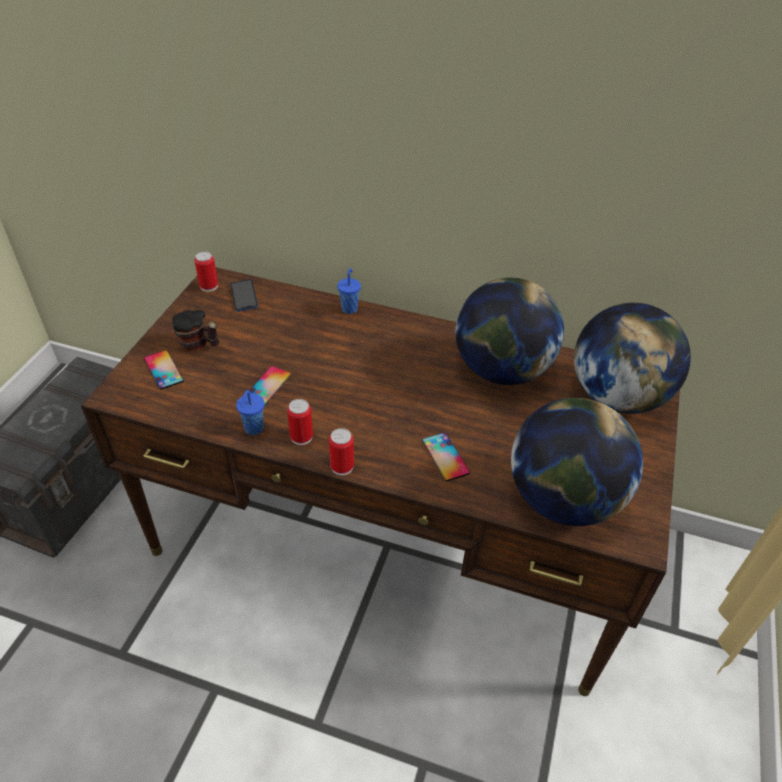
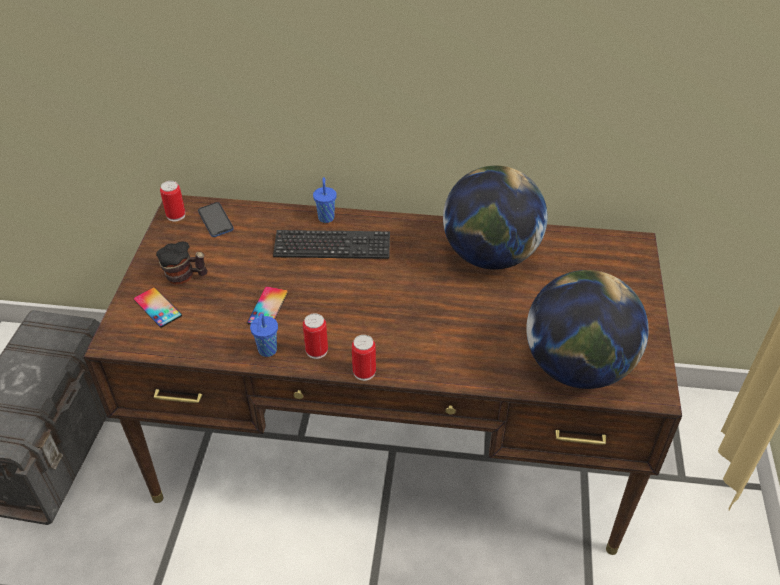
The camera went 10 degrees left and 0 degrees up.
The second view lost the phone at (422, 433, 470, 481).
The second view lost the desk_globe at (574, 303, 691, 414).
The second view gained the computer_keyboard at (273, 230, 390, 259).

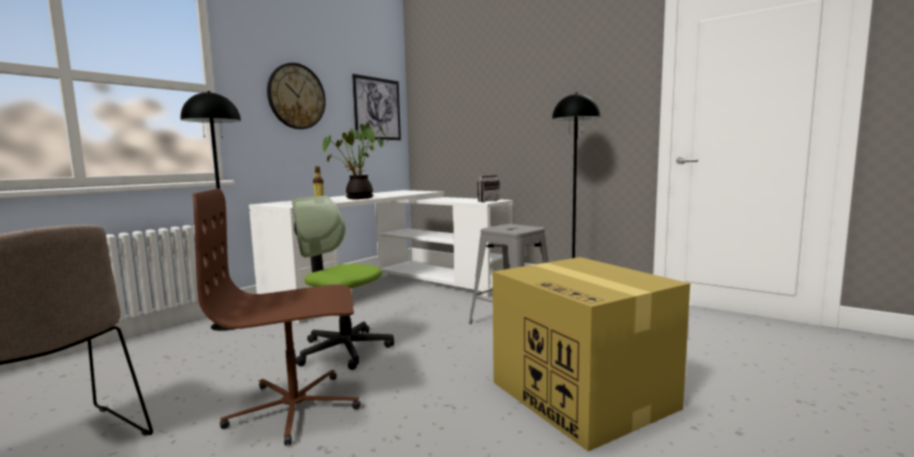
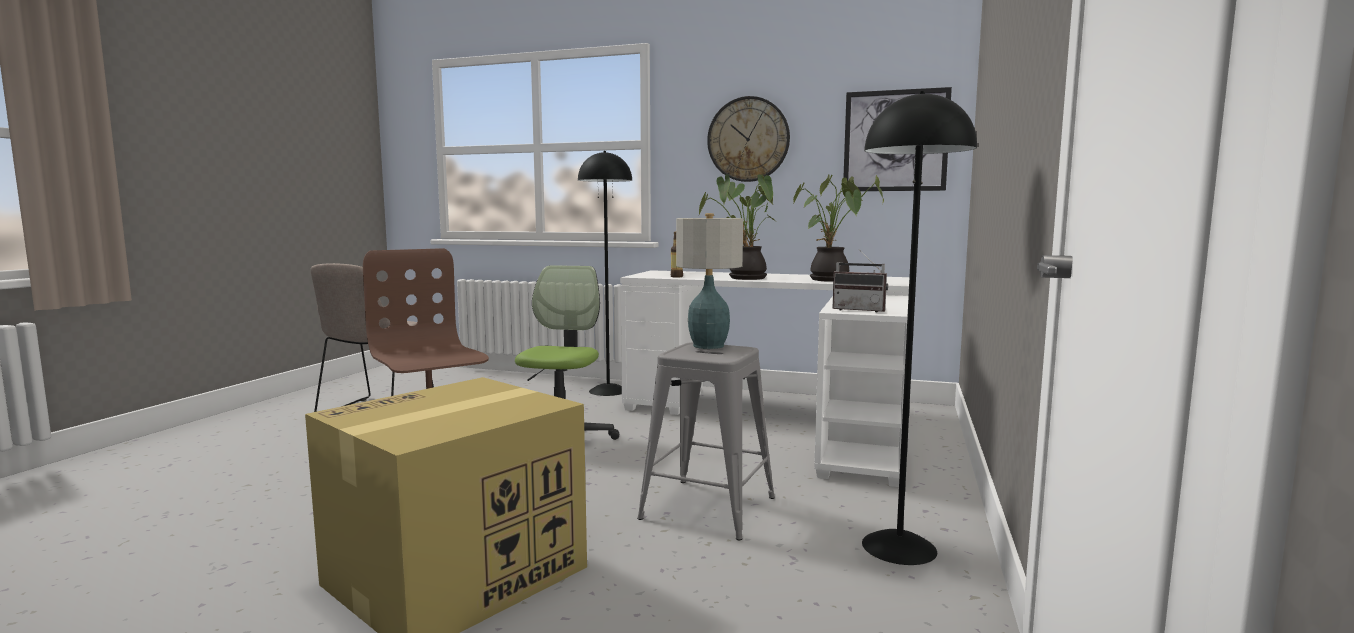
The camera went 70 degrees right and 0 degrees up.
The second view gained the tabletop_lamp at (676, 213, 743, 349).
The second view gained the plant_in_a_pot at (793, 175, 884, 282).

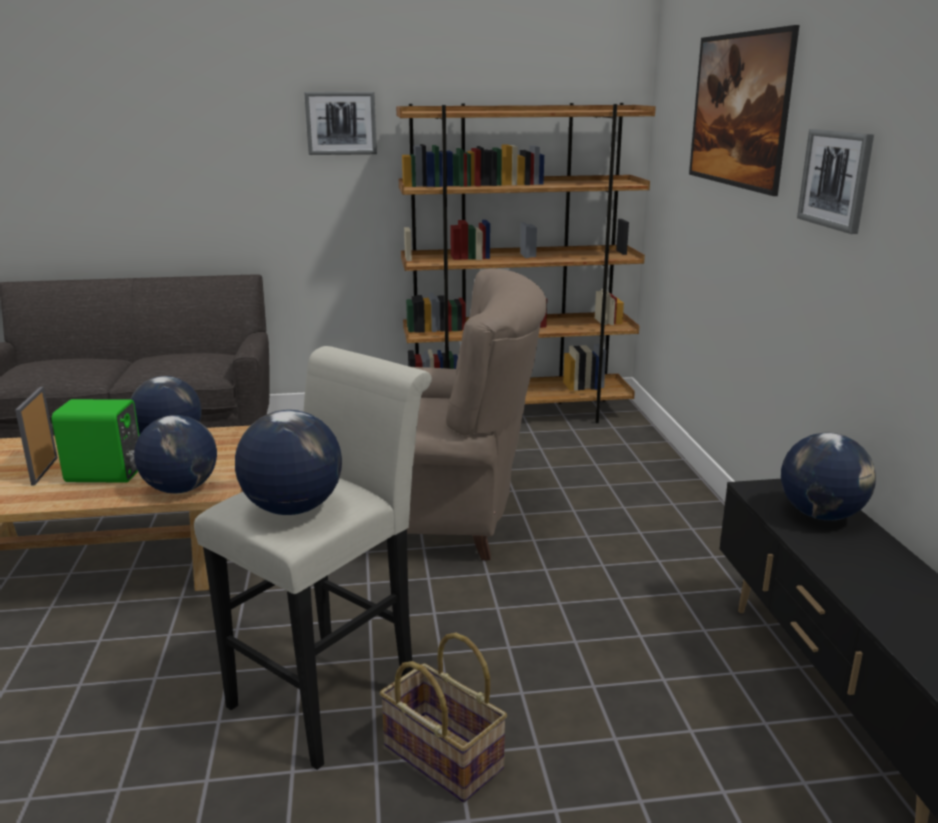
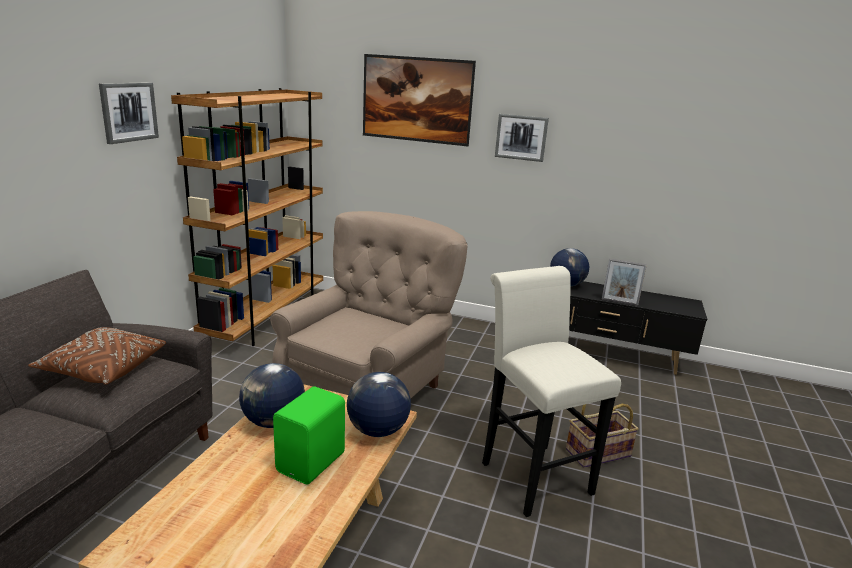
The camera went 65 degrees left and 0 degrees up.
The second view lost the desk_globe at (235, 410, 342, 515).
The second view gained the brown-coloured_cushion at (28, 327, 166, 385).
The standing_frame ended up elsewhere, having gone from (15, 387, 58, 486) to (602, 259, 647, 306).

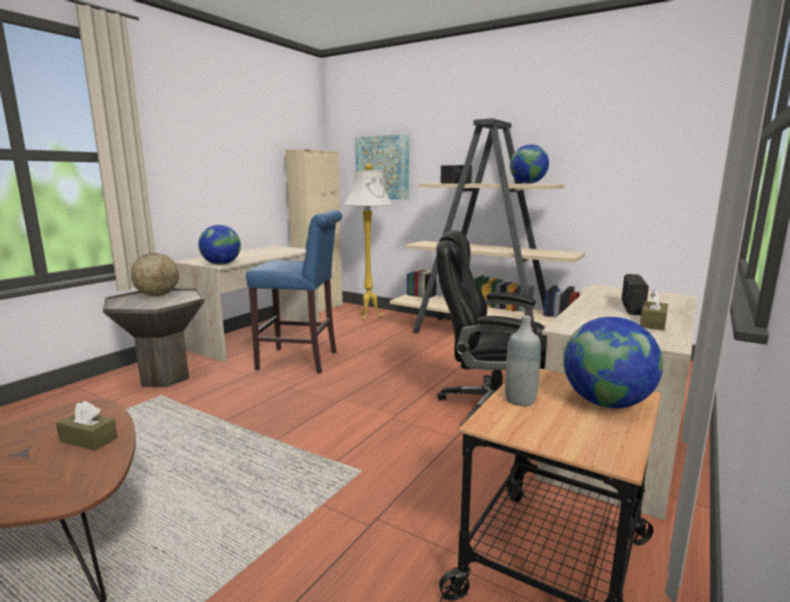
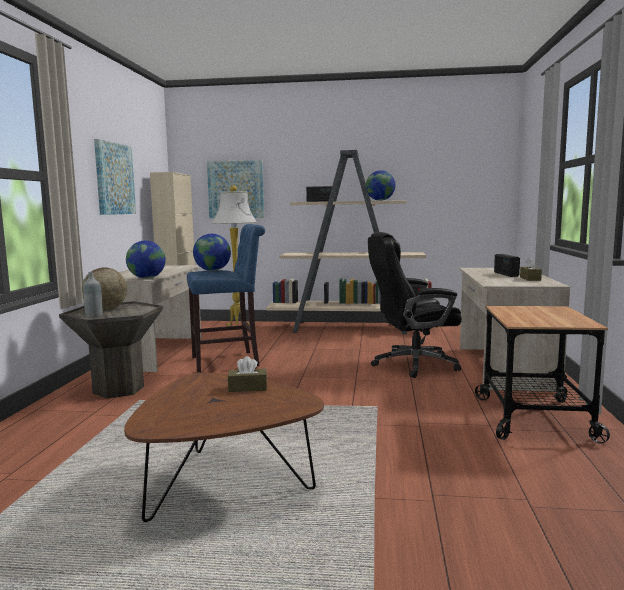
The camera went 25 degrees left and 5 degrees down.
The second view gained the picture at (94, 139, 136, 215).
The gray_bottle ended up elsewhere, having gone from (505, 315, 541, 406) to (83, 272, 103, 318).
The desk_globe ended up elsewhere, having gone from (564, 317, 663, 408) to (193, 234, 231, 271).

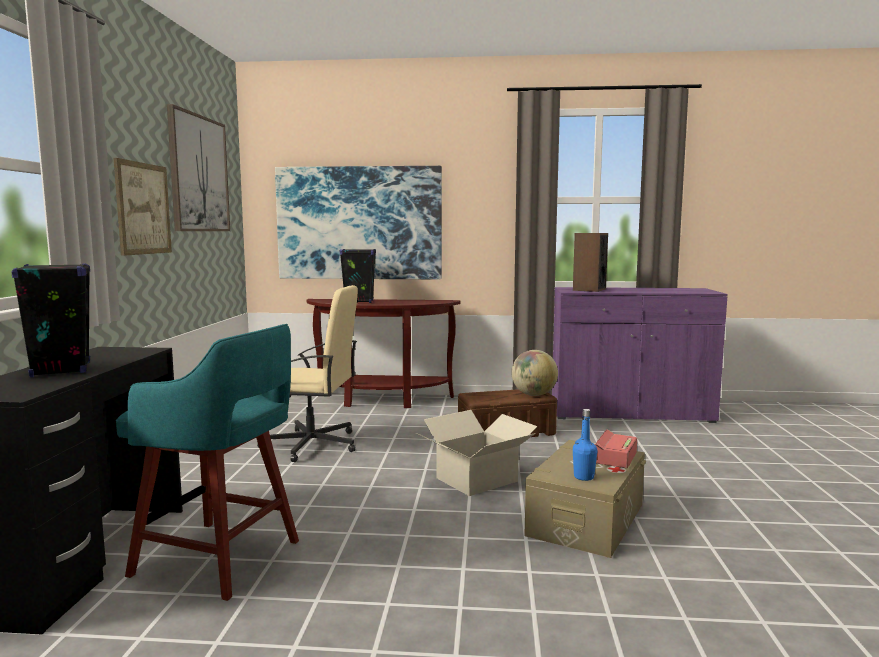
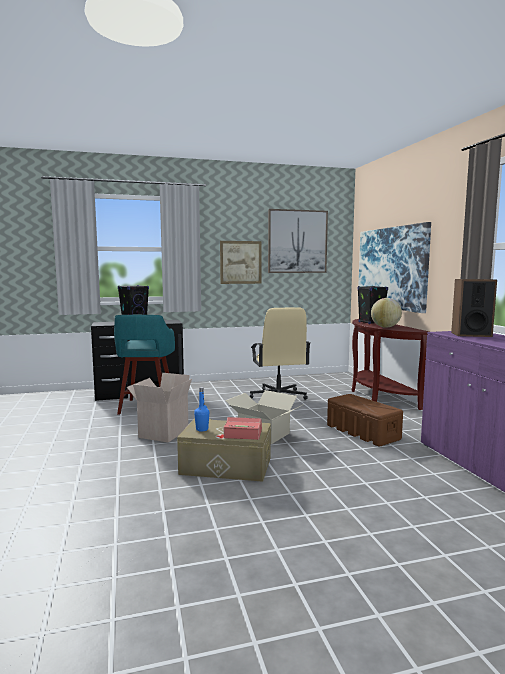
The camera went 70 degrees right and 0 degrees up.
The second view gained the packing_box at (127, 373, 192, 443).
The desk_globe ended up elsewhere, having gone from (511, 350, 558, 396) to (371, 298, 402, 328).

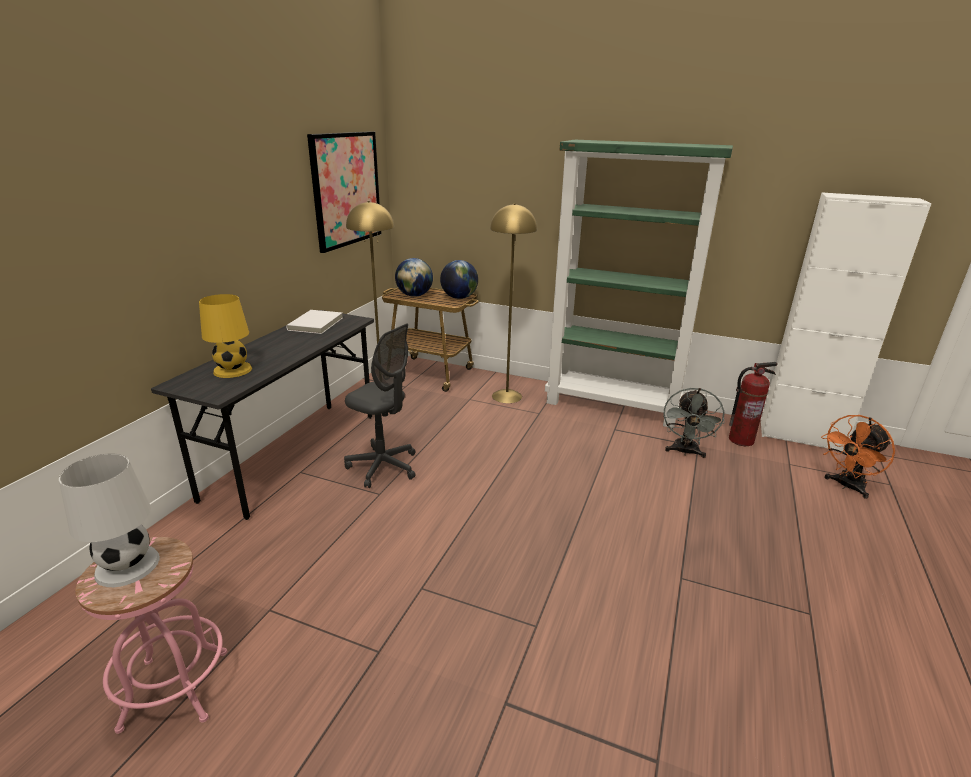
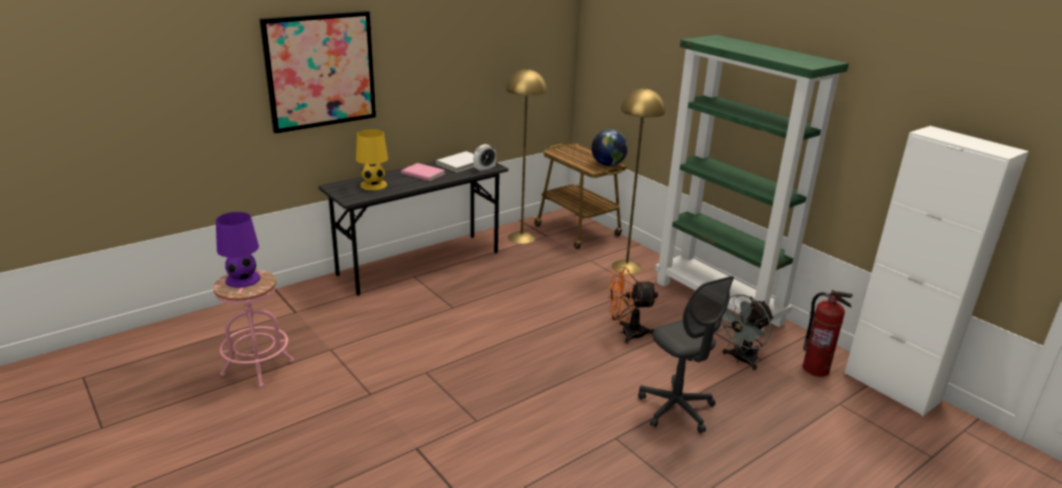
The camera went 30 degrees right and 0 degrees up.
The second view lost the desk_globe at (395, 258, 433, 297).
The second view gained the pink-coloured_book at (401, 163, 445, 181).
The second view gained the table_clock at (473, 144, 496, 172).
The picture ended up elsewhere, having gone from (307, 131, 381, 253) to (259, 11, 376, 134).
The gray_office_chair ended up elsewhere, having gone from (344, 323, 415, 488) to (638, 276, 734, 433).
The orange_electric_fan ended up elsewhere, having gone from (821, 415, 895, 499) to (608, 267, 658, 344).
What was the whitish_tabletop_lamp at (59, 454, 160, 587) turned into the purple_tabletop_lamp at (216, 212, 260, 288).

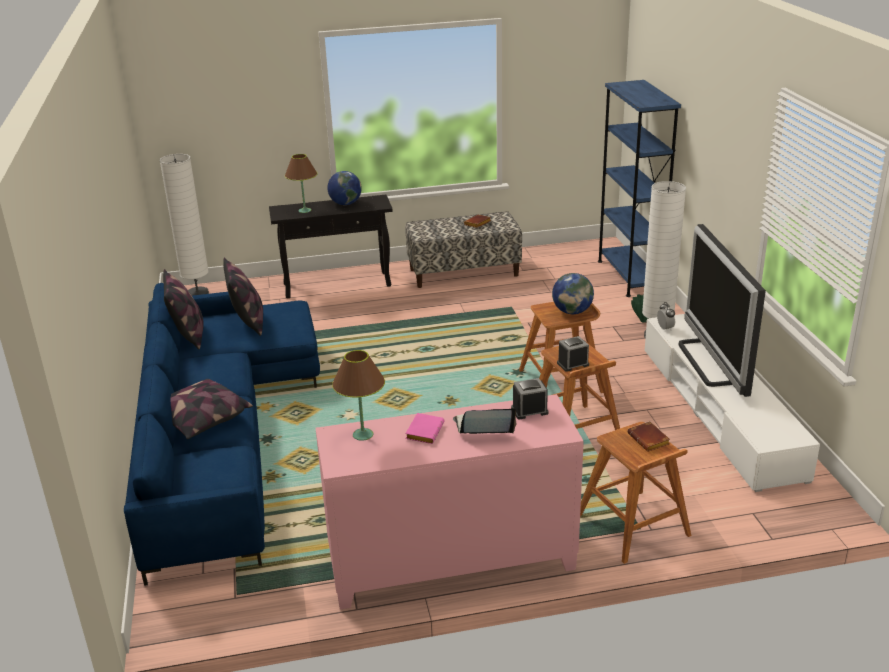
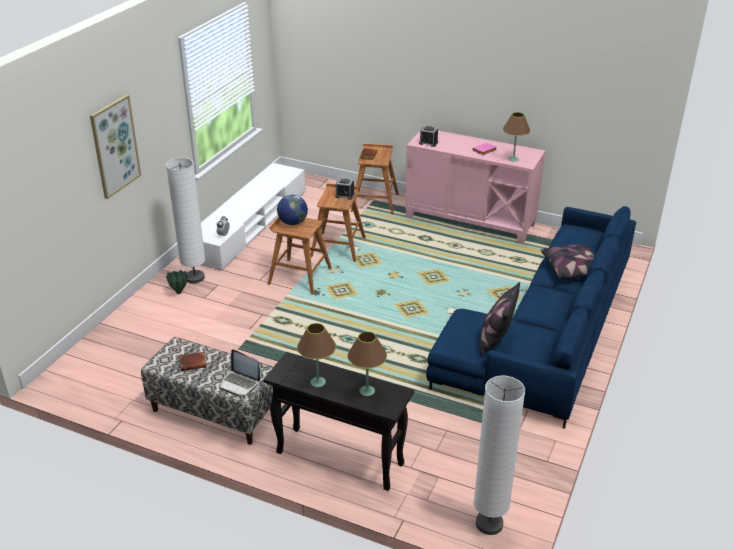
The camera went 145 degrees left and 5 degrees up.
The second view lost the cushion at (163, 269, 204, 350).
The second view lost the bluish_shelving_unit at (598, 80, 681, 297).
The second view lost the TV_set at (678, 224, 766, 397).
The second view gained the picture at (90, 95, 141, 199).
The laptop ended up elsewhere, having gone from (453, 408, 516, 434) to (219, 349, 260, 395).
Where the desk_globe stood at (327, 171, 362, 205), the brown-coloured_tabletop_lamp came to stand at (297, 323, 336, 387).

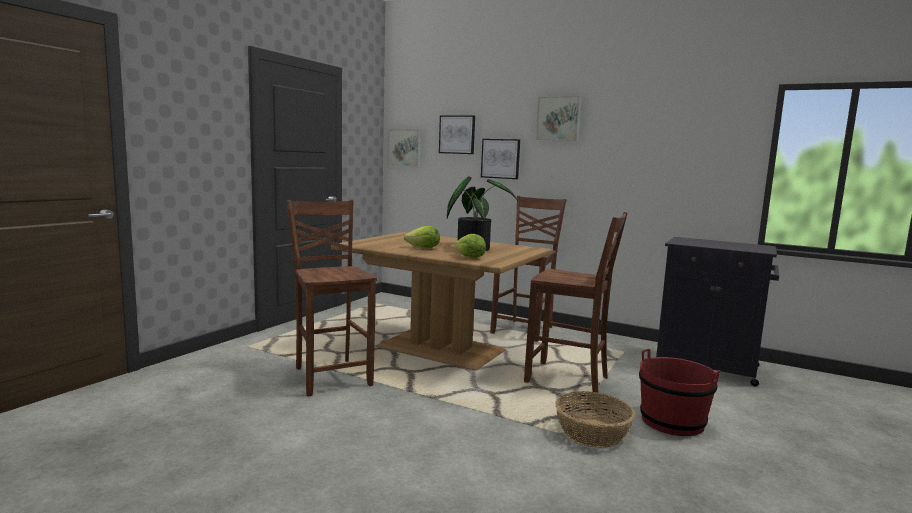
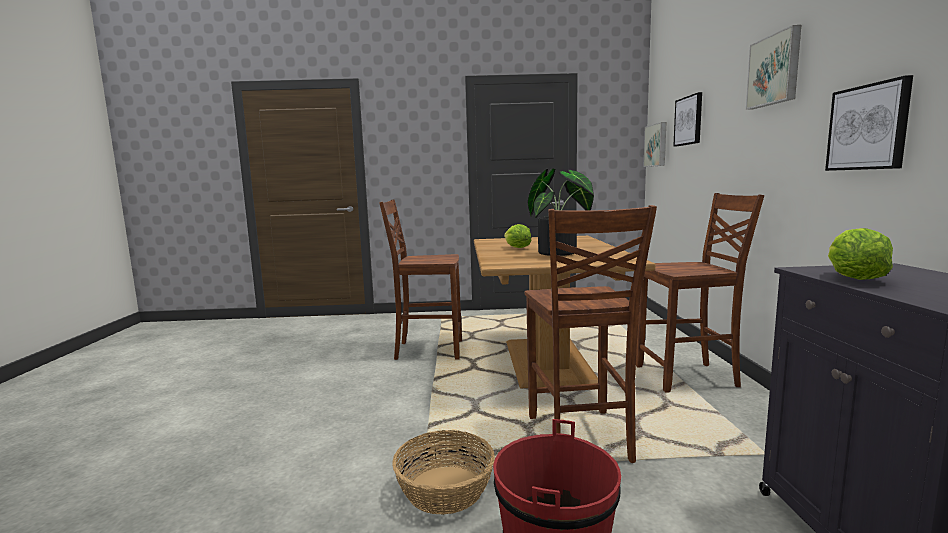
The camera went 60 degrees right and 0 degrees up.
The lettuce ended up elsewhere, having gone from (455, 234, 486, 258) to (828, 228, 893, 280).
The picture ended up elsewhere, having gone from (481, 139, 520, 179) to (825, 75, 913, 171).
The brown-coloured_chair at (287, 200, 377, 397) ended up facing another way, 120 degrees counterclockwise from before.

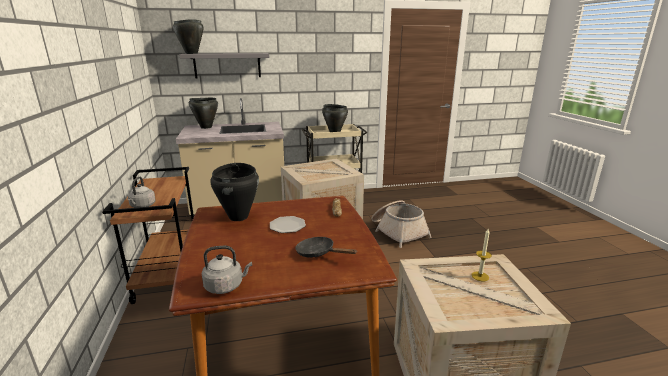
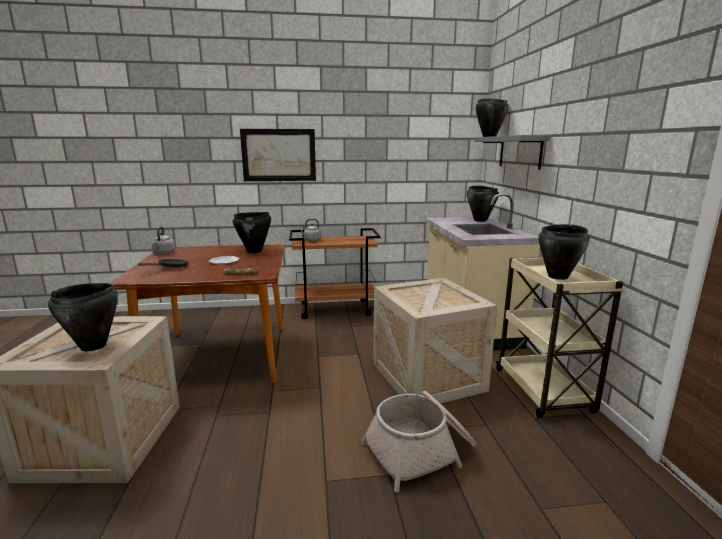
The camera went 95 degrees right and 5 degrees down.
The second view gained the picture at (240, 129, 316, 181).
Where the wax_light stood at (471, 229, 492, 281), the black_stockpot came to stand at (48, 283, 118, 351).

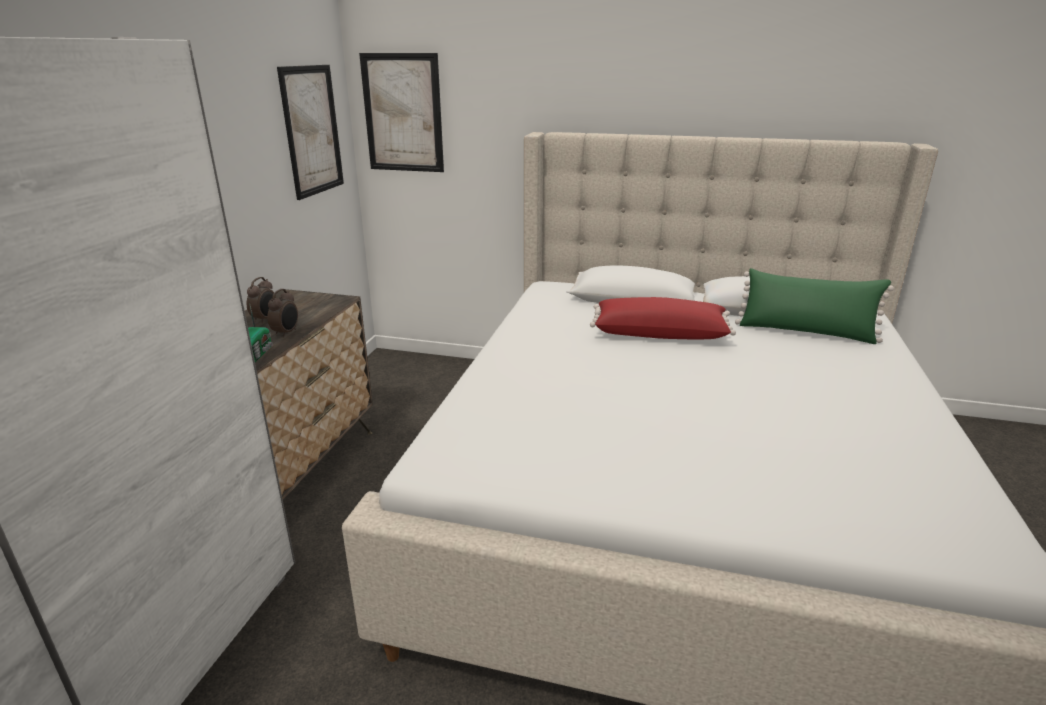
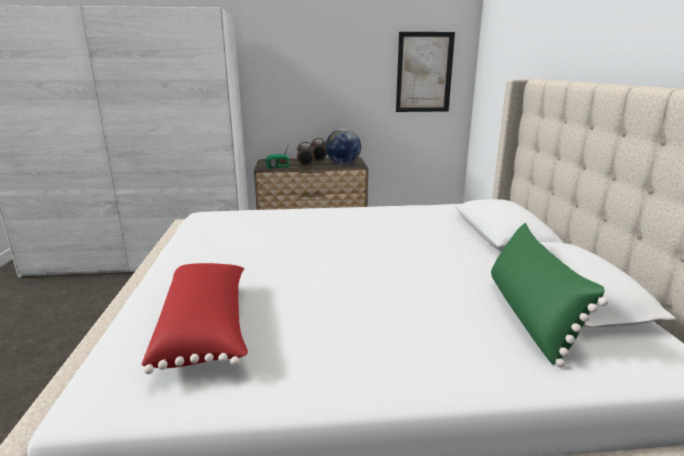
The camera went 70 degrees right and 5 degrees down.
The second view lost the picture at (359, 53, 444, 172).
The second view gained the desk_globe at (326, 128, 361, 165).
The reddish_cushion ended up elsewhere, having gone from (590, 297, 736, 339) to (141, 263, 248, 374).

